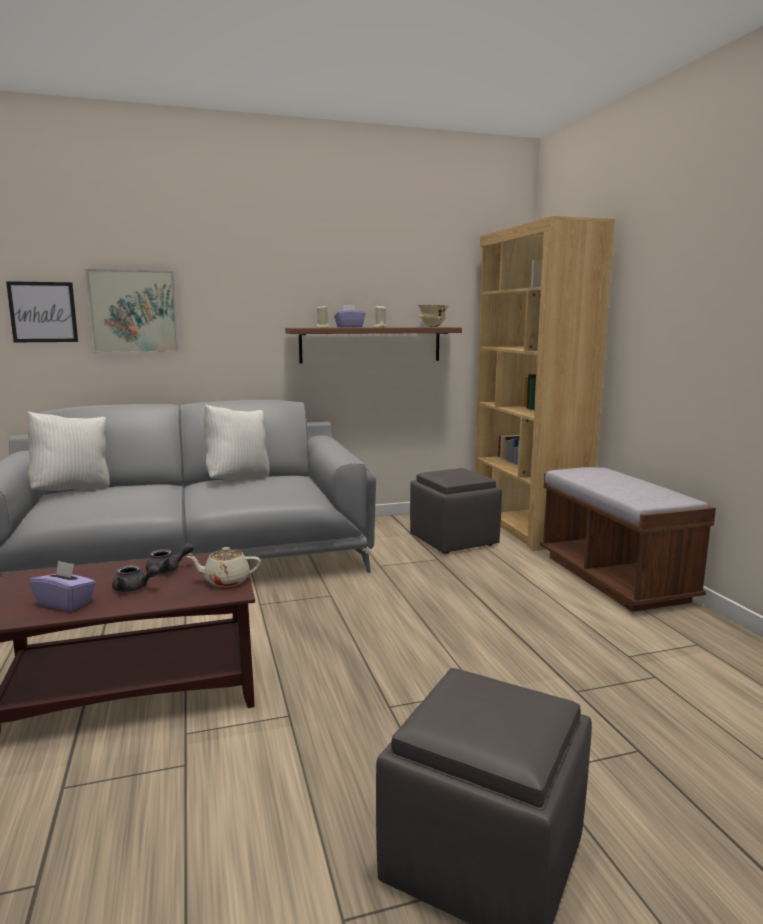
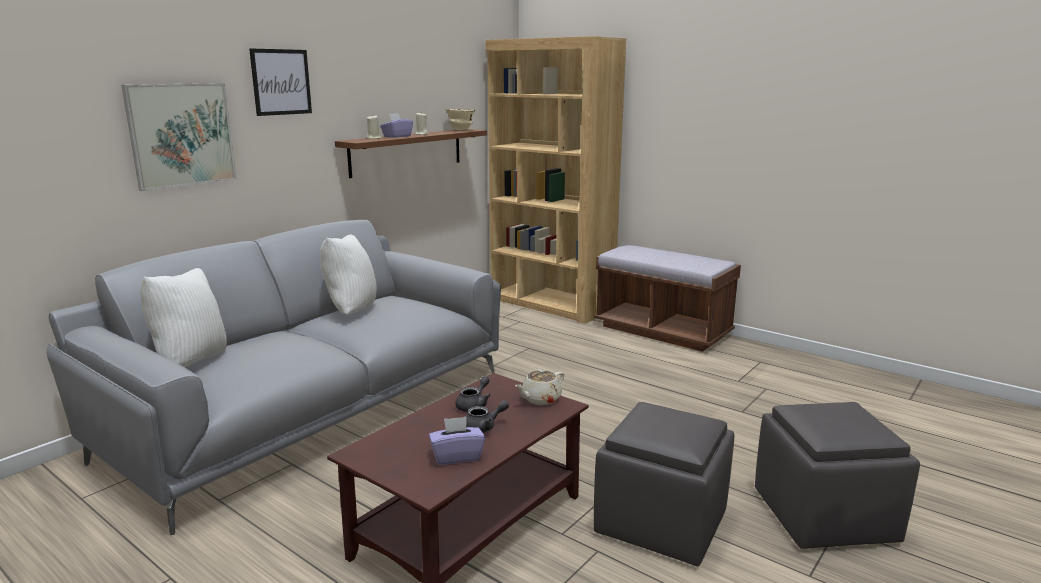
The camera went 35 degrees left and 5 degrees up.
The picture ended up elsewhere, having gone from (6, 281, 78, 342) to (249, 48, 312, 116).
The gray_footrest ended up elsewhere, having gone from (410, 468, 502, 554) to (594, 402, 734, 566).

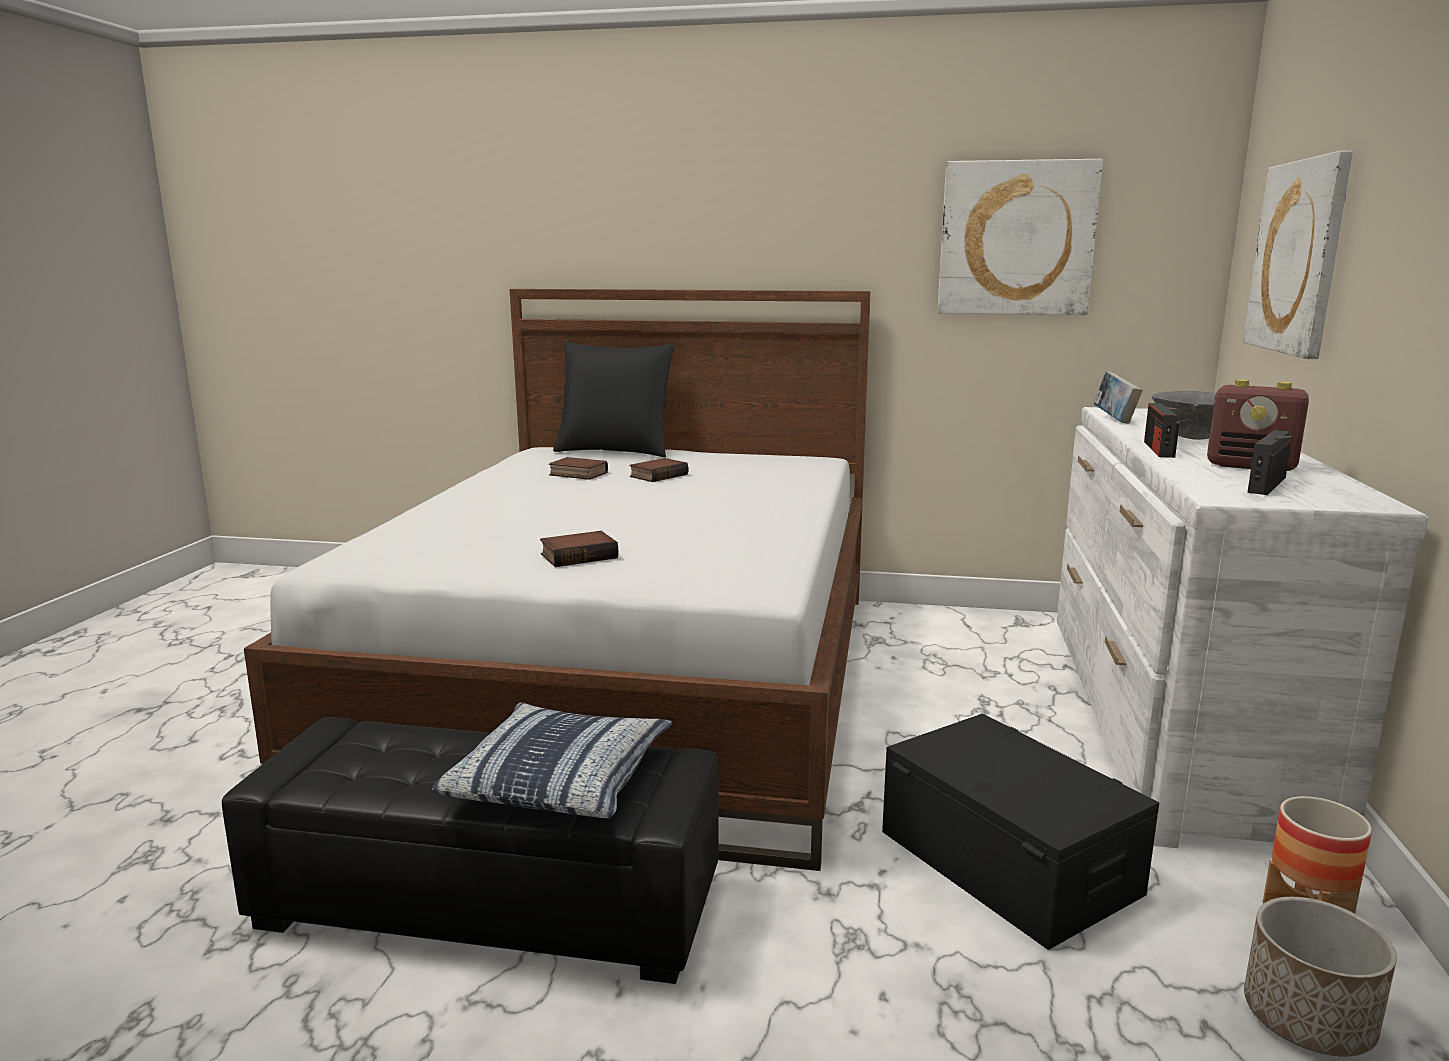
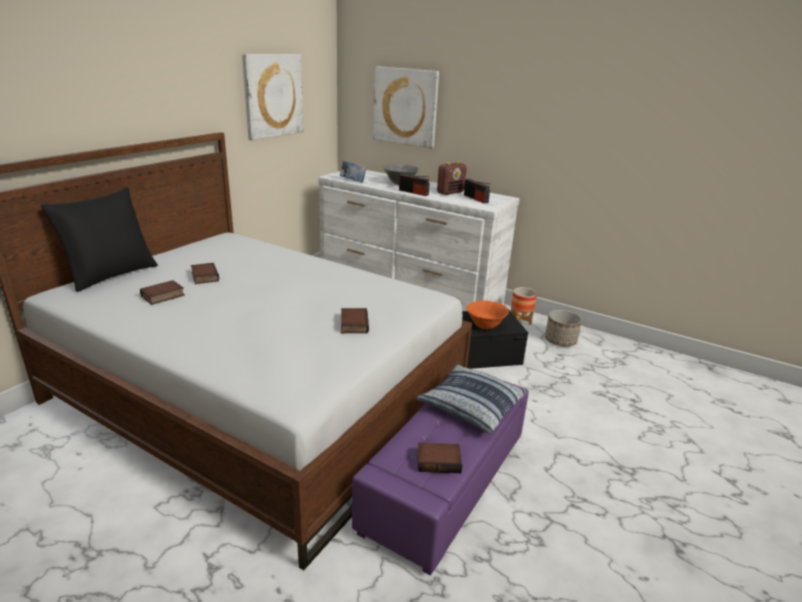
The camera went 70 degrees left and 10 degrees up.
The second view gained the book at (418, 443, 462, 473).
The second view gained the orange_serving_bowl at (466, 300, 509, 329).
What was the black_footrest at (222, 717, 719, 984) turned into the purple_footrest at (352, 380, 529, 576).

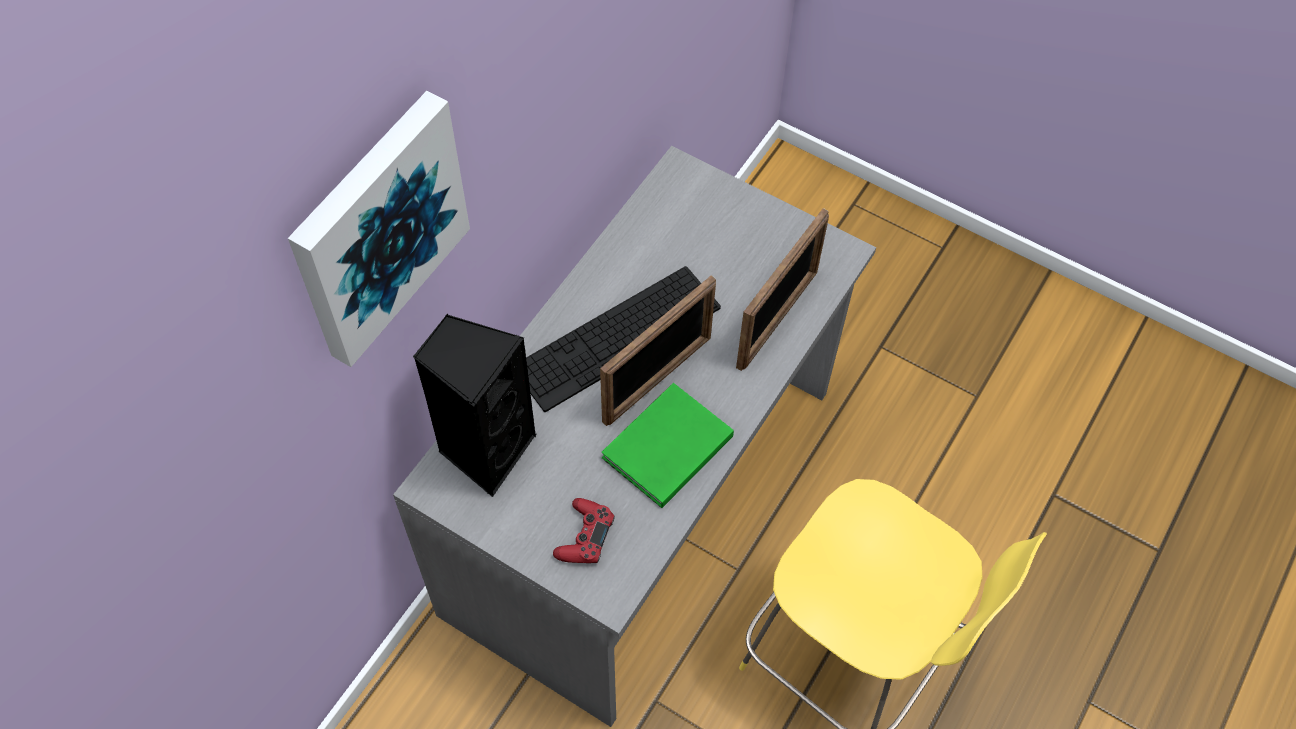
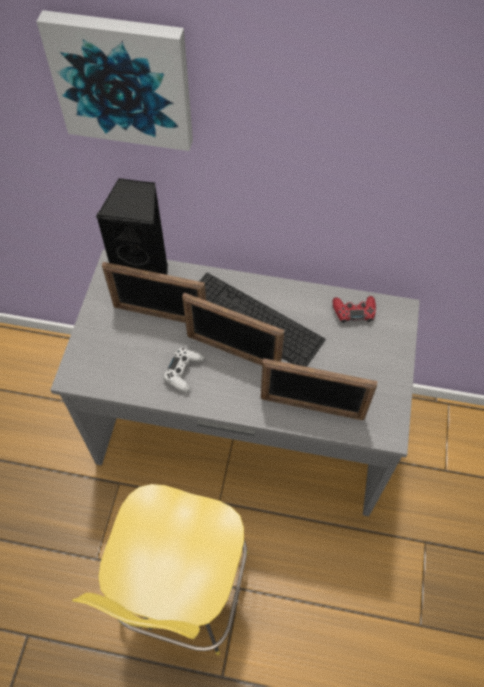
The camera went 70 degrees right and 0 degrees up.
The second view gained the standing_frame at (102, 262, 206, 323).
The reddish_gamepad ended up elsewhere, having gone from (553, 498, 615, 563) to (332, 296, 376, 323).
Where the green-coloured_book stood at (601, 383, 734, 508), the whitish_gamepad came to stand at (163, 348, 205, 393).

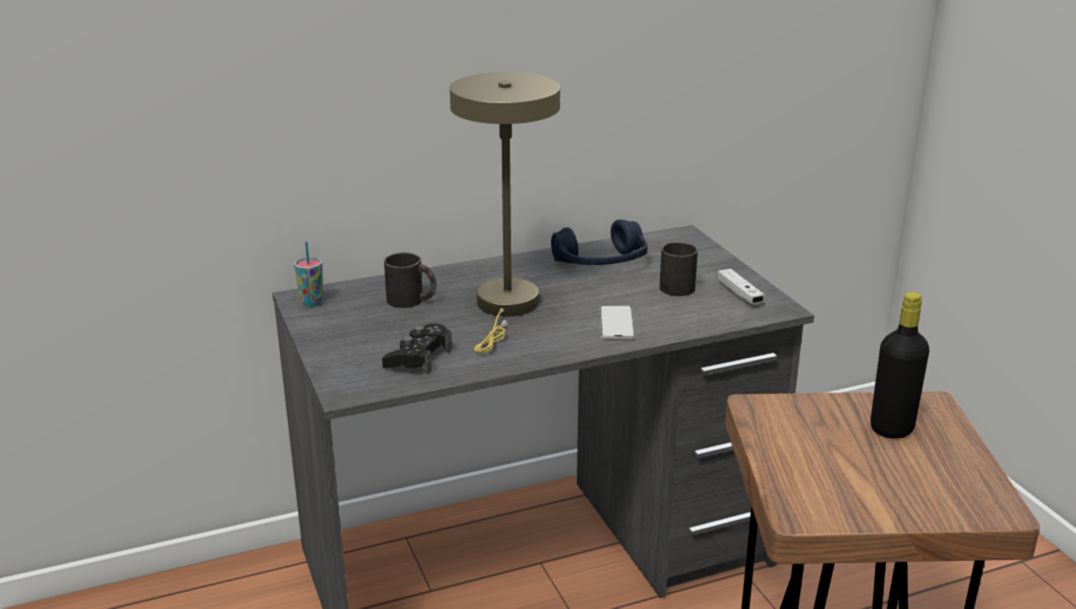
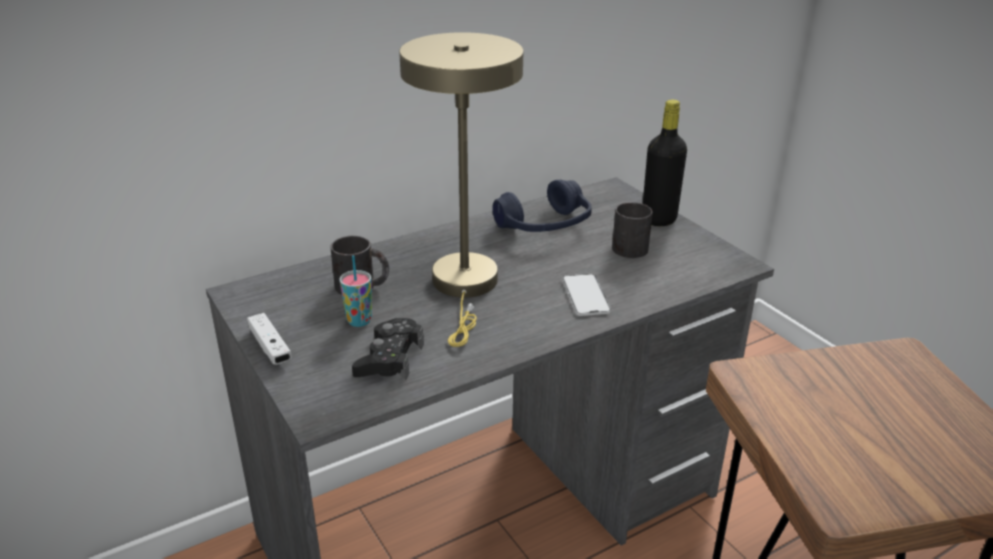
The camera went 10 degrees left and 5 degrees up.
The small_cup ended up elsewhere, having gone from (294, 241, 323, 307) to (339, 255, 372, 327).
The whitish_gamepad ended up elsewhere, having gone from (718, 269, 764, 304) to (247, 313, 292, 365).
The black_bottle ended up elsewhere, having gone from (870, 292, 929, 439) to (643, 100, 687, 226).

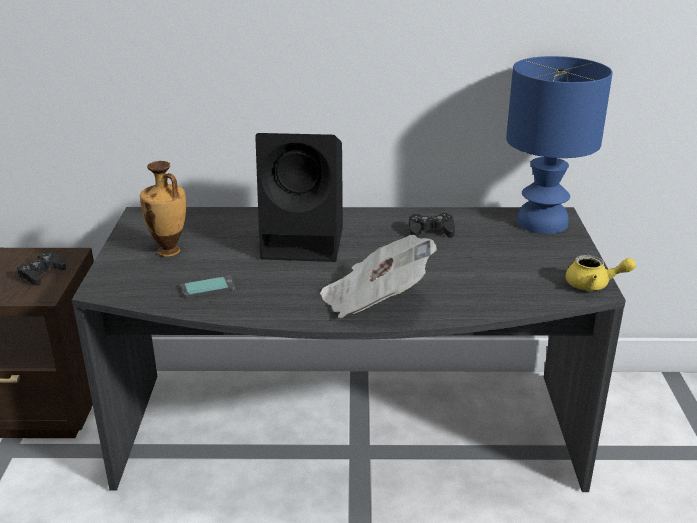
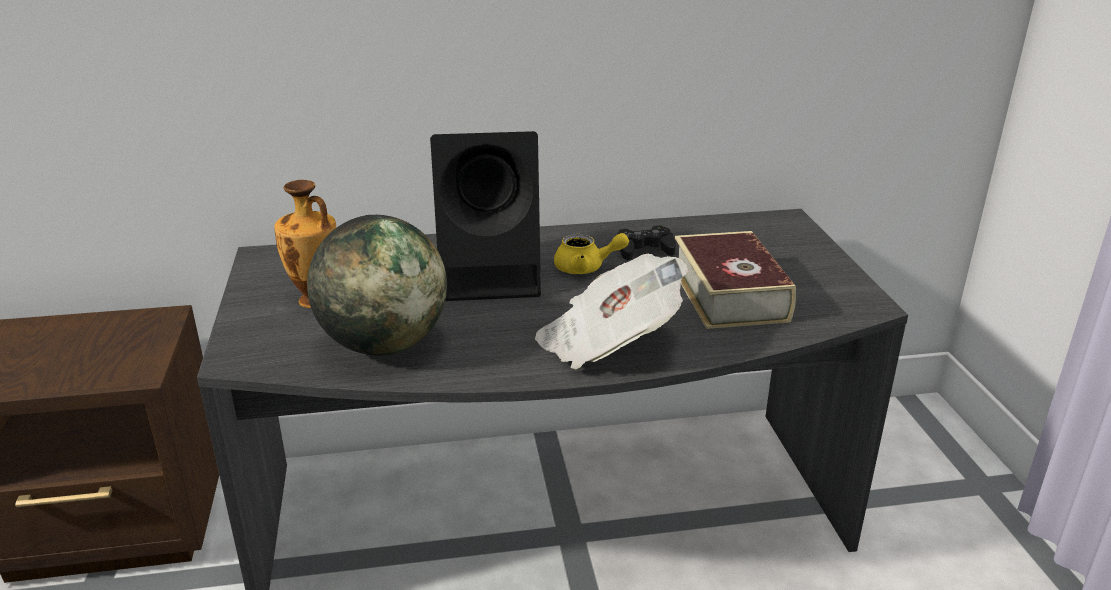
The camera went 10 degrees left and 0 degrees up.
The second view lost the black_gamepad at (17, 252, 66, 286).
The second view lost the bluish_tabletop_lamp at (506, 56, 613, 234).
The second view gained the book at (675, 231, 796, 329).
The yellowish_teapot ended up elsewhere, having gone from (566, 255, 636, 291) to (554, 233, 629, 274).
Where the phone stood at (181, 276, 235, 298), the desk_globe came to stand at (307, 215, 447, 355).

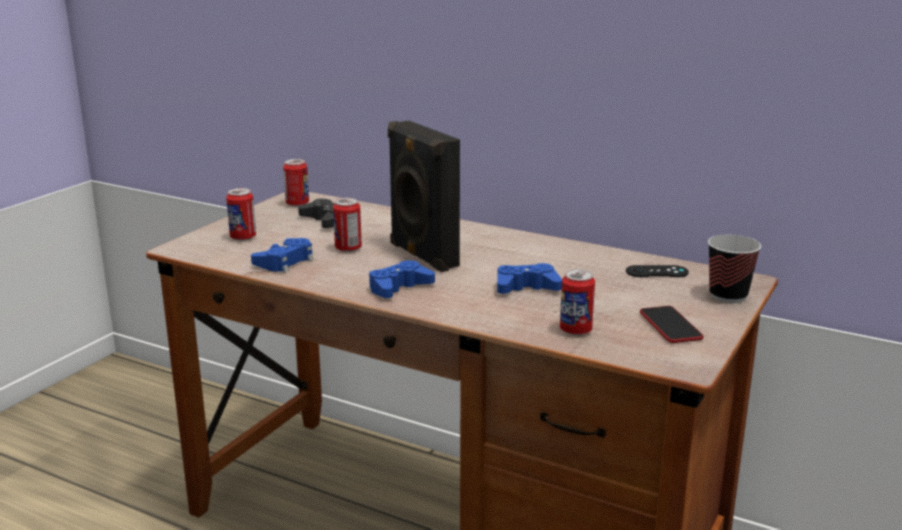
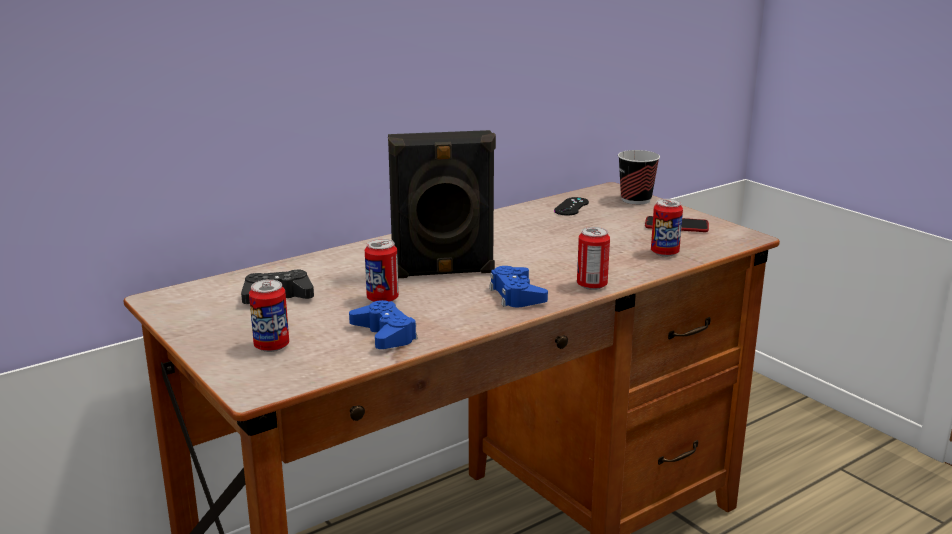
The camera went 65 degrees left and 0 degrees up.
The second view lost the bluish_gamepad at (497, 263, 562, 294).
The can ended up elsewhere, having gone from (283, 159, 309, 207) to (577, 227, 610, 290).

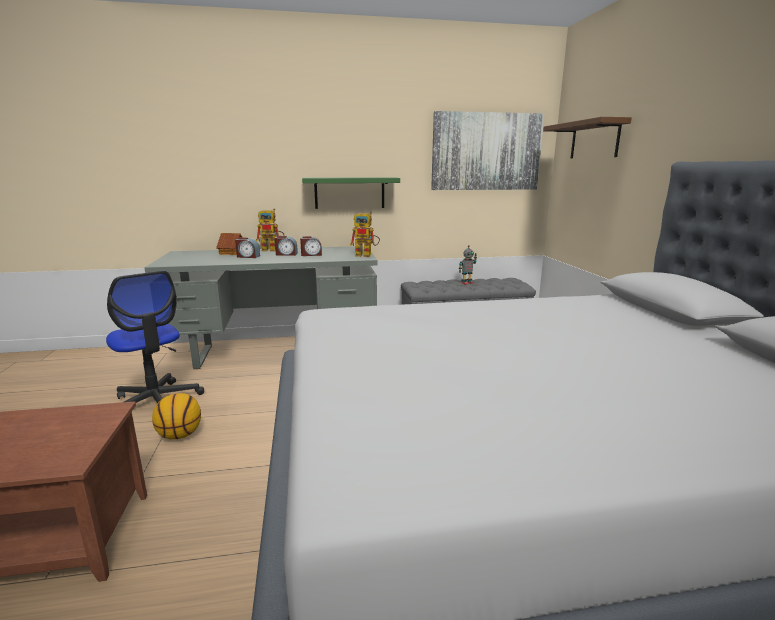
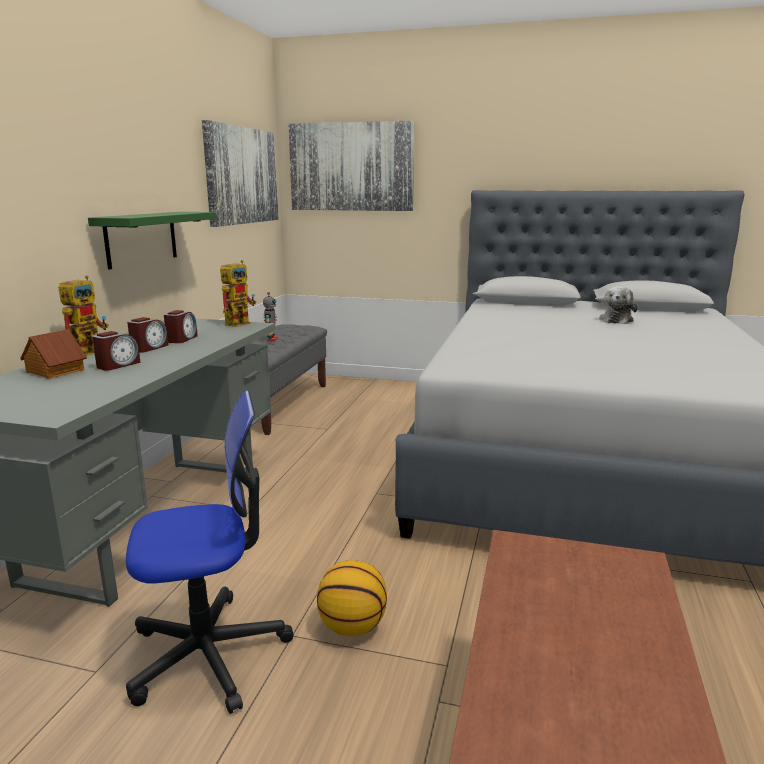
The camera went 65 degrees left and 0 degrees up.
The second view gained the plush_toy at (599, 286, 638, 324).
Where the brown-coloured_shelf hung at (543, 117, 632, 159), the picture came to hang at (288, 120, 414, 211).

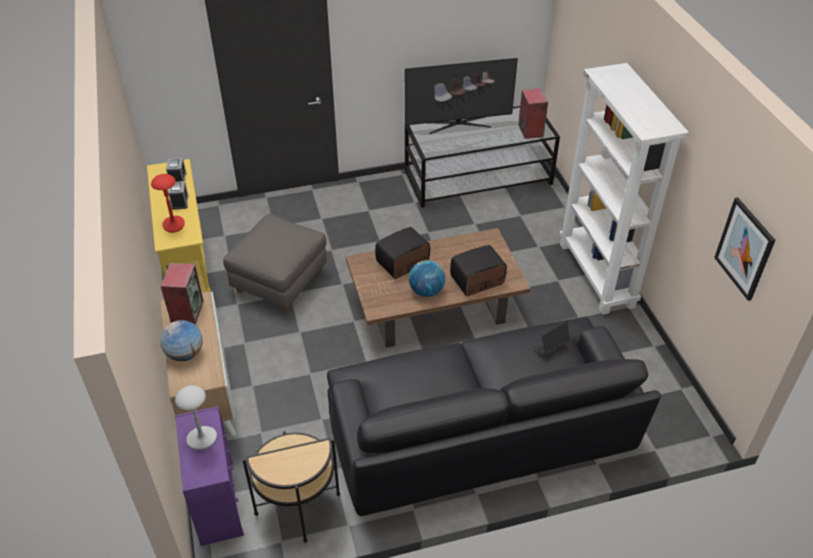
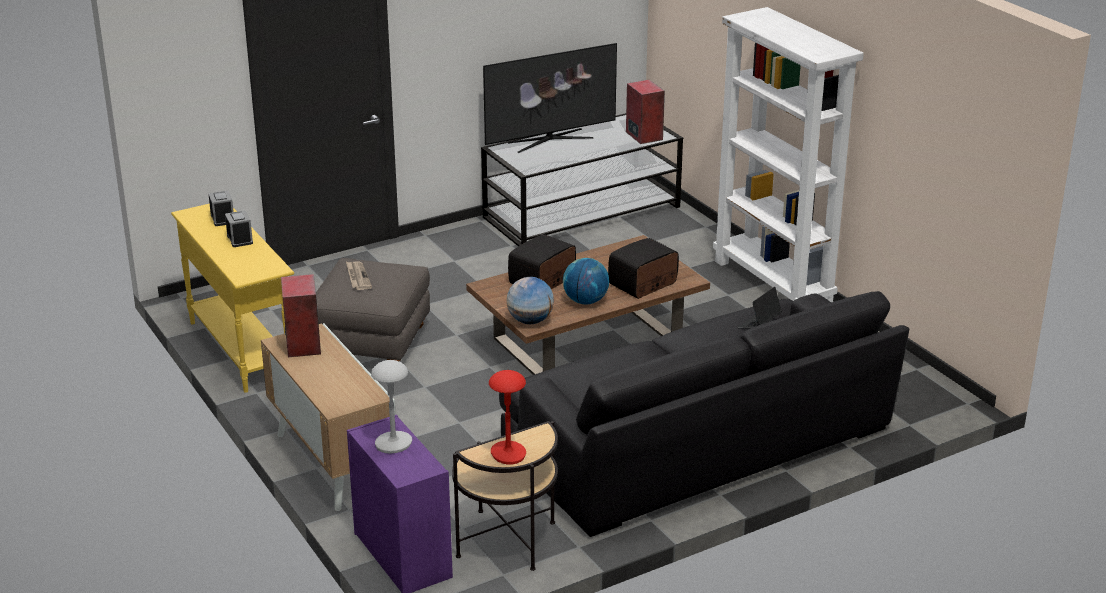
The camera went 15 degrees left and 15 degrees down.
The second view lost the picture at (714, 197, 775, 301).
The second view gained the printed_paper at (346, 262, 372, 290).
The reddish_tabletop_lamp ended up elsewhere, having gone from (151, 174, 185, 233) to (489, 370, 526, 465).
The desk_globe ended up elsewhere, having gone from (160, 320, 203, 361) to (506, 277, 554, 324).

